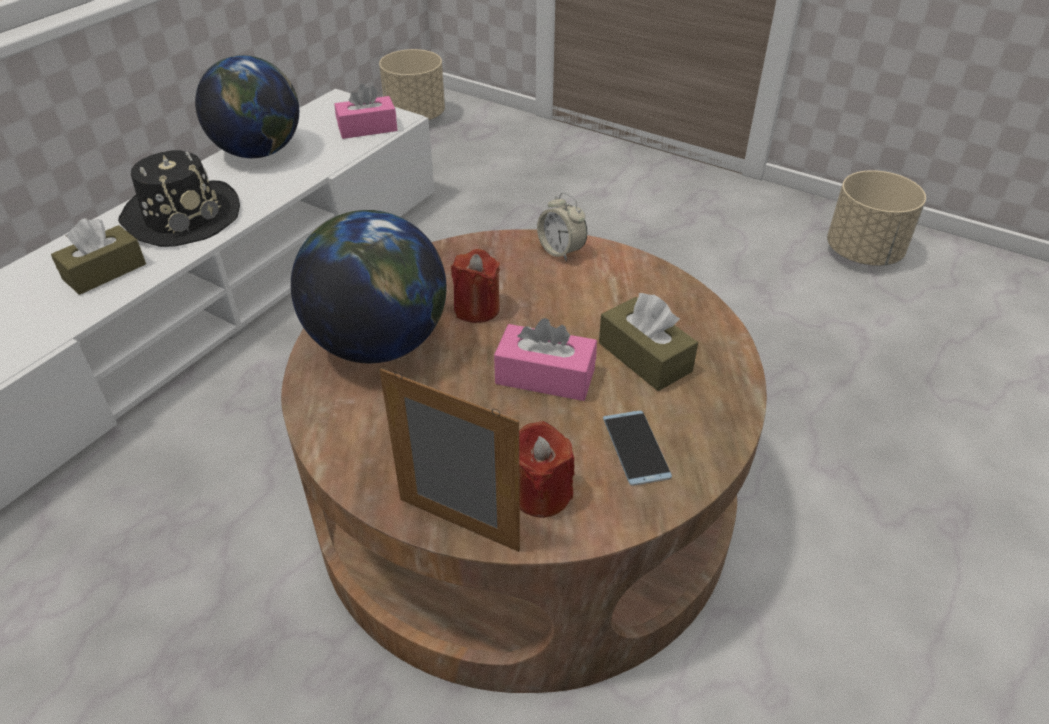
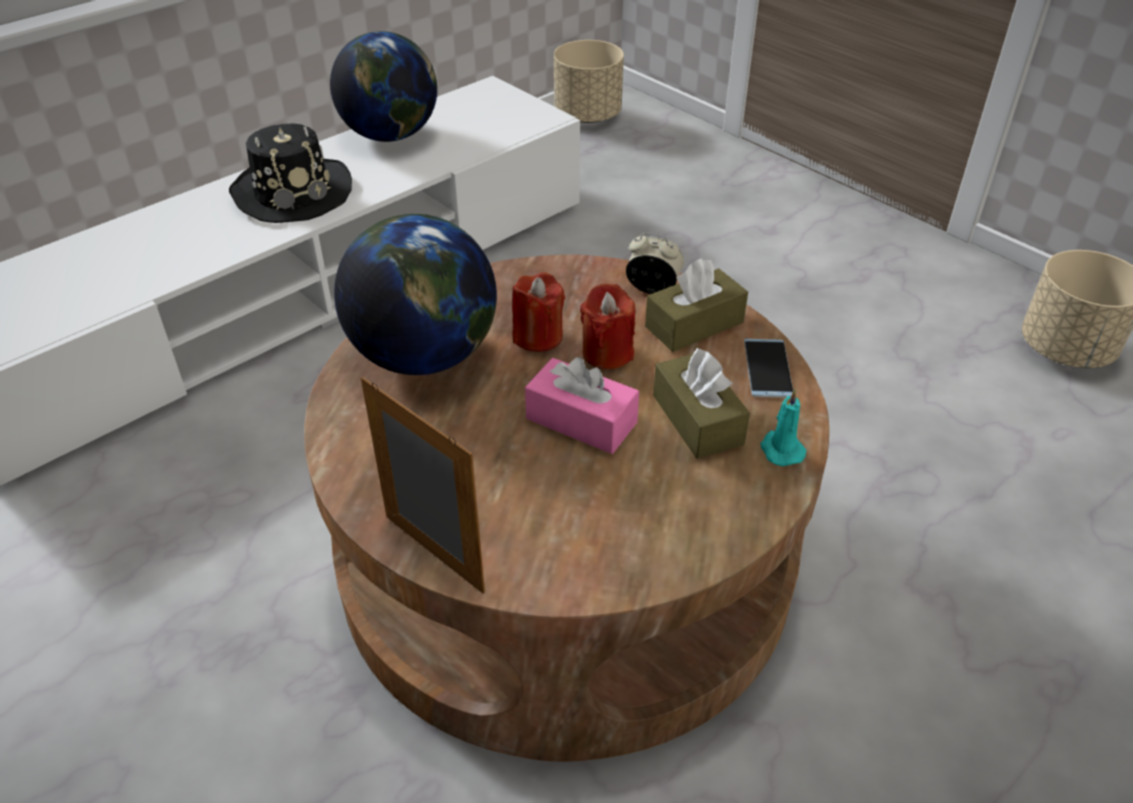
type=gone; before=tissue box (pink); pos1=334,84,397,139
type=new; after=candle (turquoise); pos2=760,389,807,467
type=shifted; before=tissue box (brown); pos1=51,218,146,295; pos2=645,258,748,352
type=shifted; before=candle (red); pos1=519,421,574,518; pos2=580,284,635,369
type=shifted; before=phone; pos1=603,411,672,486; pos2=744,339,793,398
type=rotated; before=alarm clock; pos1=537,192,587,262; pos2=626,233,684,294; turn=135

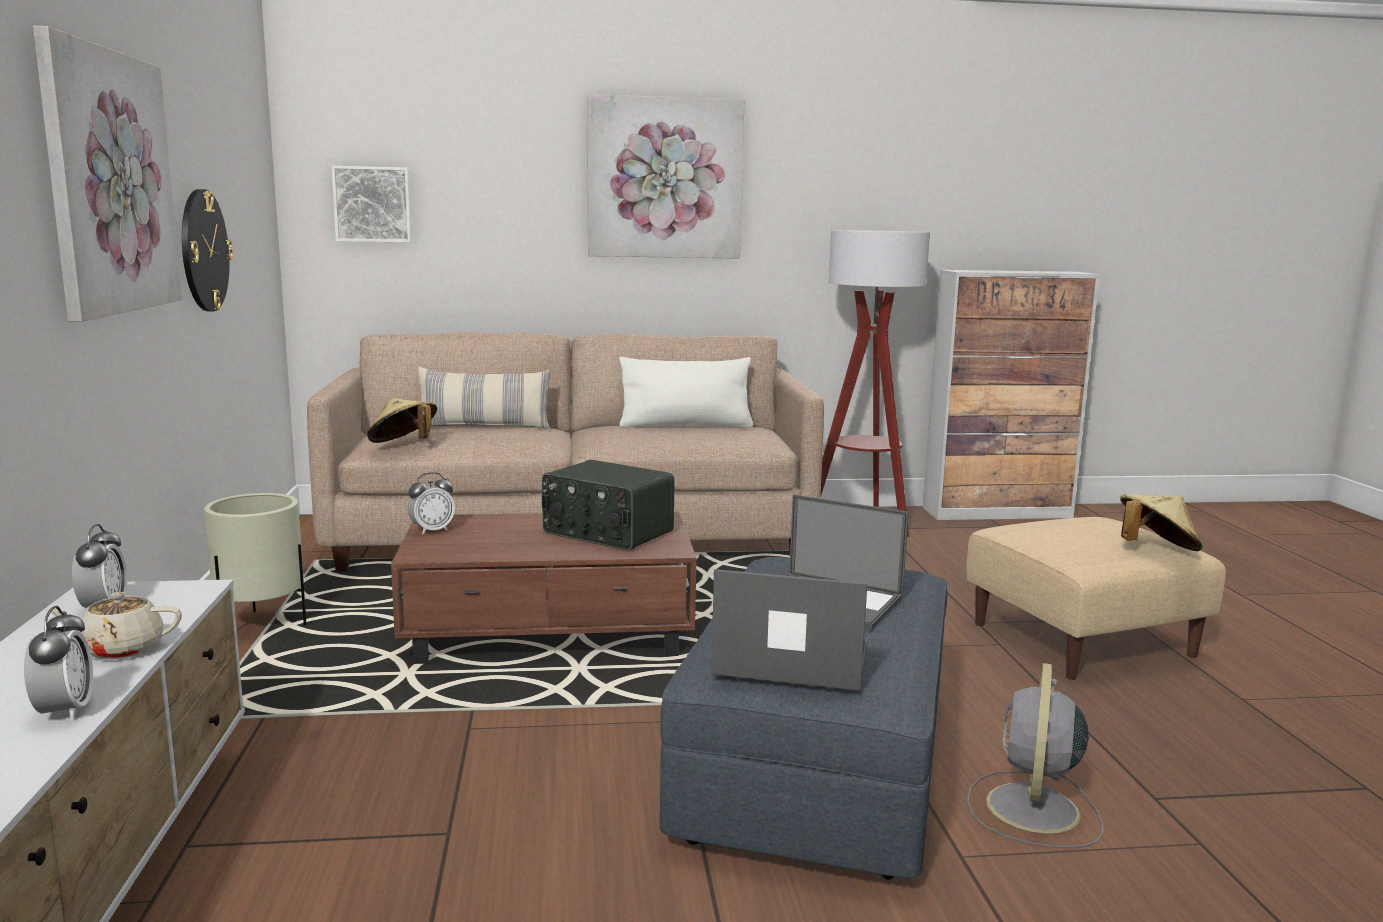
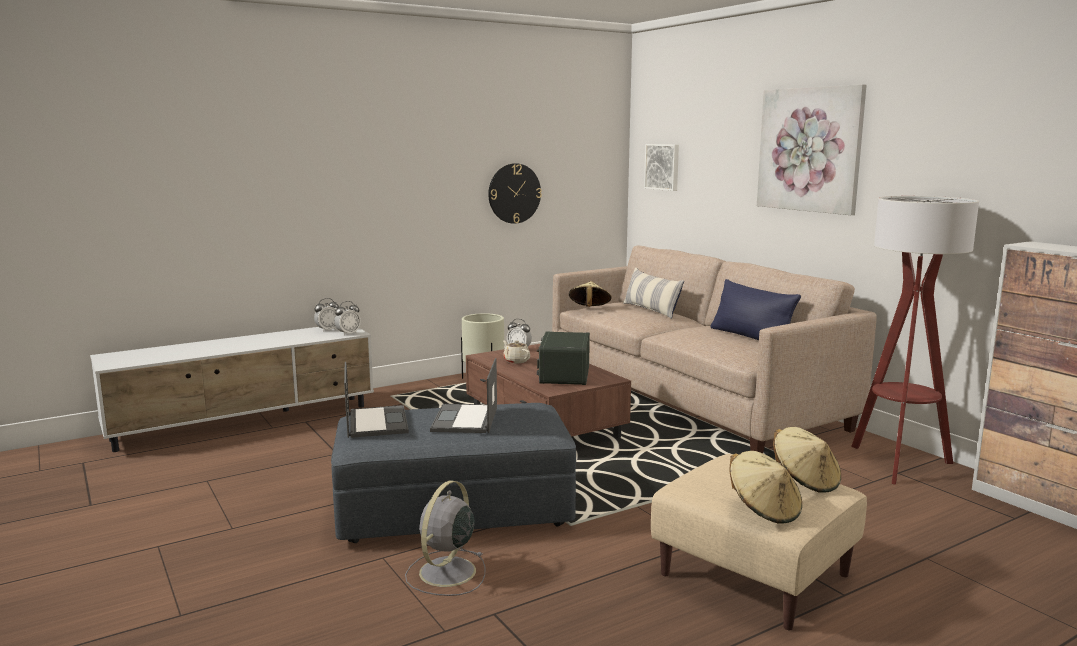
type=gone; before=picture; pos1=33,26,182,322
type=new; after=hat (beige); pos2=773,427,841,493
type=shifted; before=alarm clock; pos1=24,606,93,720; pos2=335,301,361,335
type=shifted; before=teapot (beige); pos1=46,592,182,659; pos2=503,340,530,363
type=repainted; before=pillow (white); after=pillow (blue); pos1=619,357,753,428; pos2=711,279,801,340
type=rotated; before=fan (grey); pos1=967,663,1104,848; pos2=405,481,485,596; turn=-60

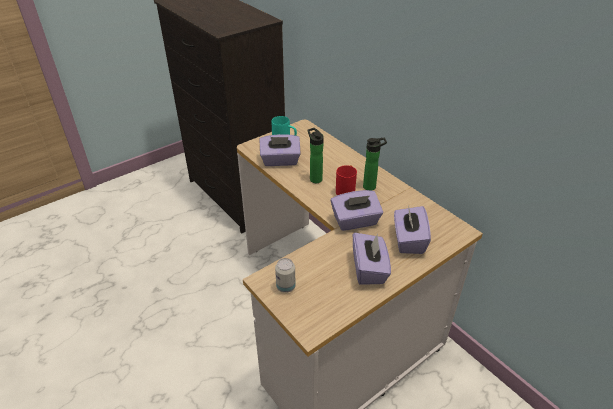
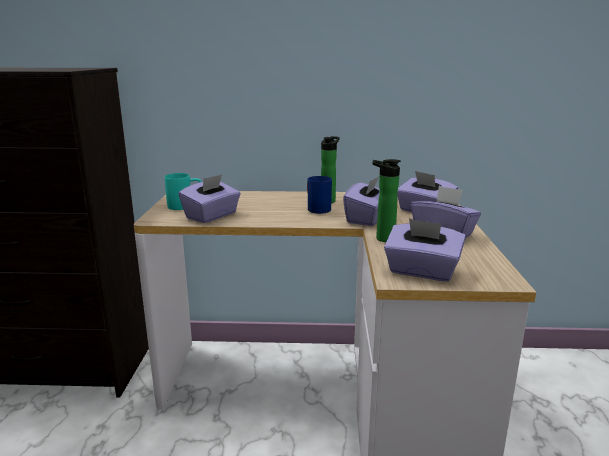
type=shifted; before=bottle; pos1=308,128,324,183; pos2=372,159,401,242
type=swapped; before=can; after=tissue box (purple); pos1=275,258,296,293; pos2=384,218,466,282
type=repainted; before=mug (red); after=mug (blue); pos1=336,165,357,195; pos2=307,176,332,214

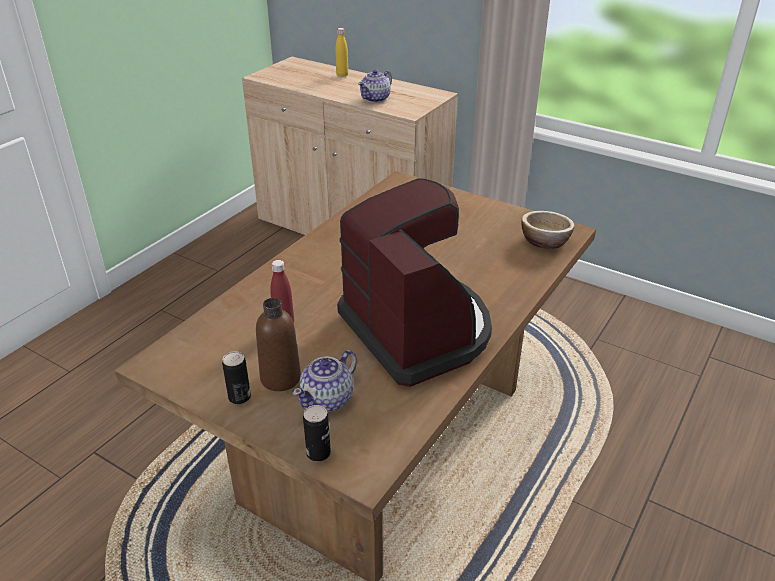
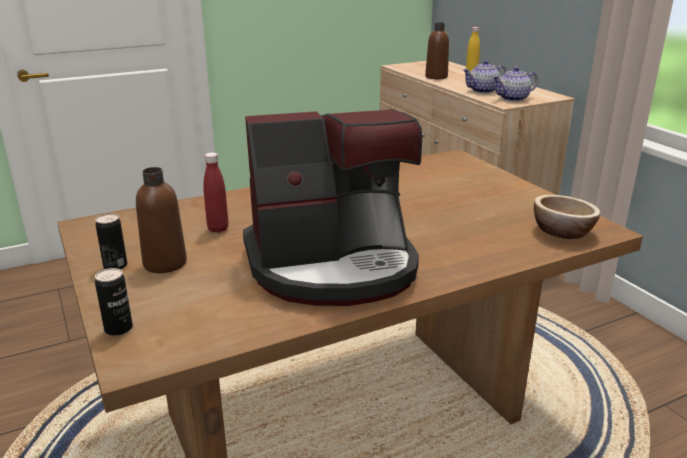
type=new; after=bottle (brown); pos2=425,22,449,79
type=shifted; before=teapot; pos1=292,350,357,412; pos2=492,67,538,101
type=rotated; before=coffee machine; pos1=337,178,492,387; pos2=243,109,422,306; turn=75

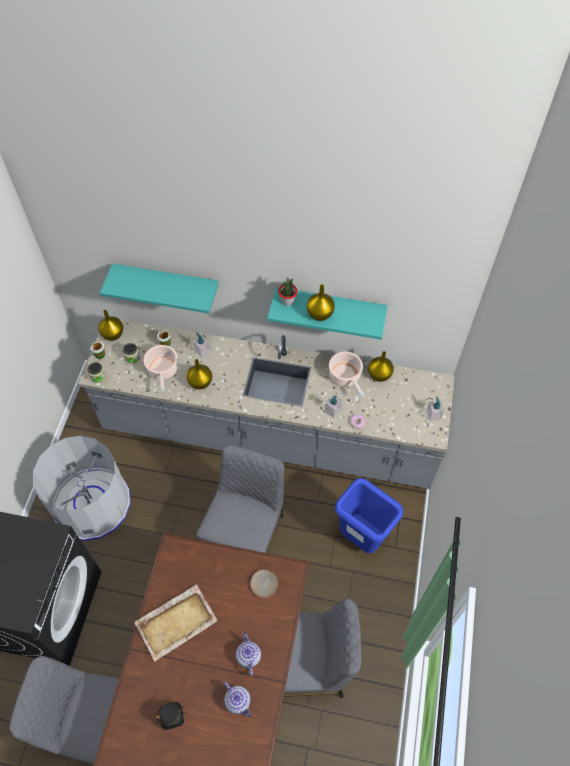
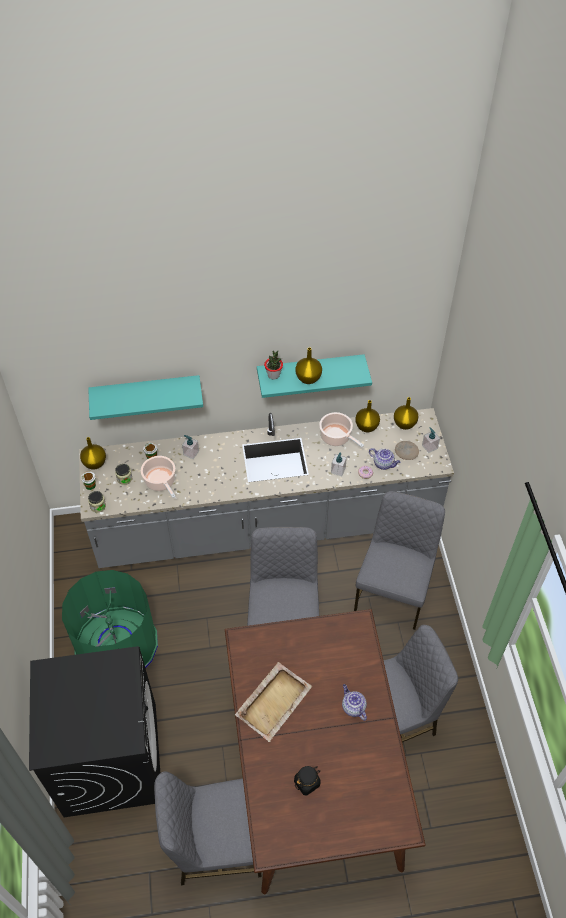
type=shifted; before=vase (yellow); pos1=187,359,212,389; pos2=394,397,418,430
type=shifted; before=teapot; pos1=224,681,251,717; pos2=369,448,401,470
type=shifted; before=plate (beige); pos1=250,570,278,597; pos2=395,441,419,460
type=swapped; before=trash can (blue); after=chair (grey); pos1=335,478,403,553; pos2=354,491,445,630
type=repainted; before=trash can (grey); after=trash can (green); pos1=33,436,131,541; pos2=62,570,158,668

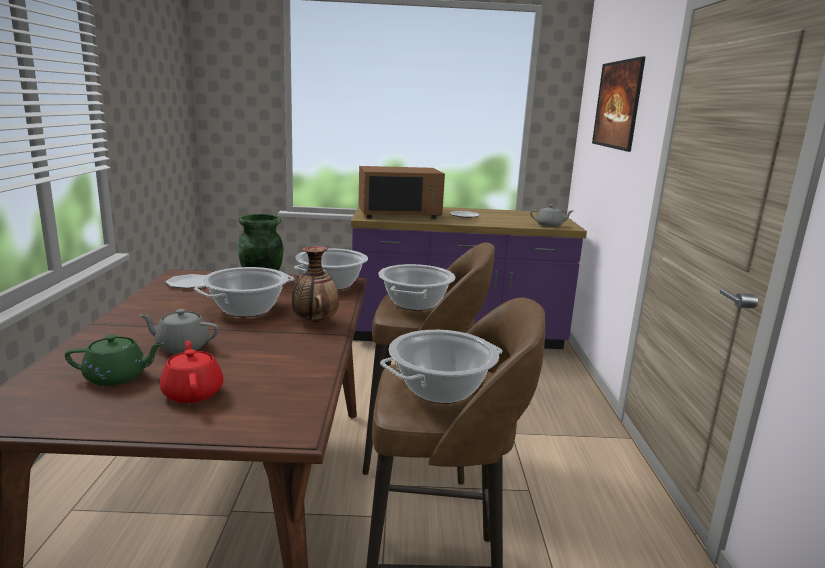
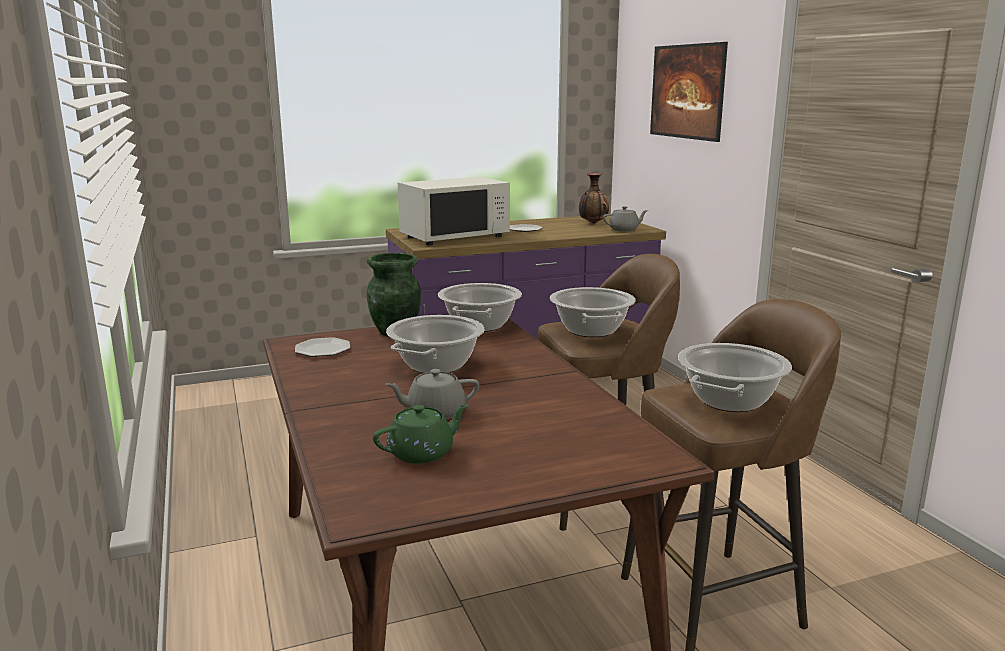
type=gone; before=teapot (red); pos1=160,340,223,403
type=shifted; before=vase; pos1=292,246,339,323; pos2=579,173,609,224
type=repainted; before=microwave (brown); after=microwave (white); pos1=358,166,445,219; pos2=398,177,510,246

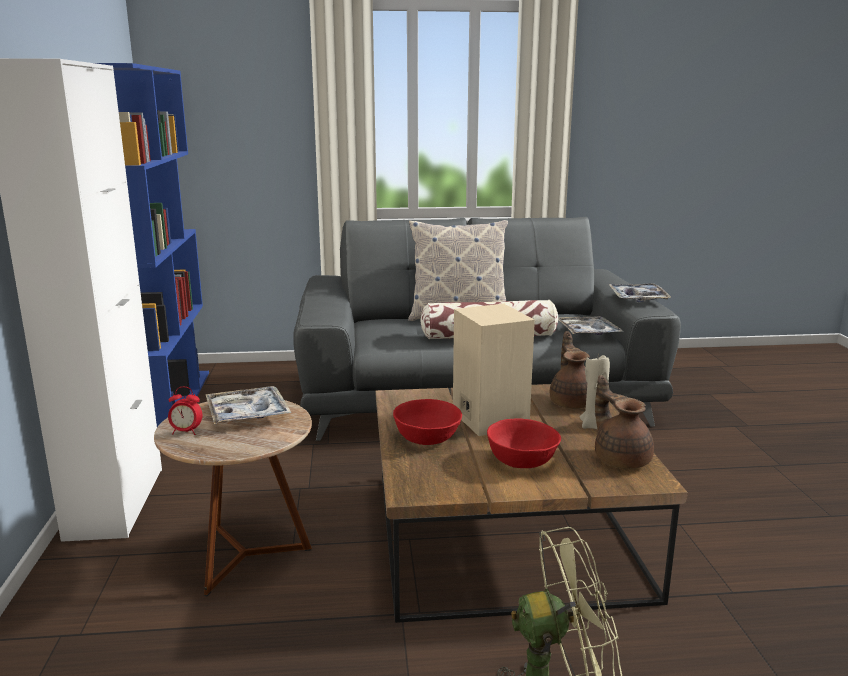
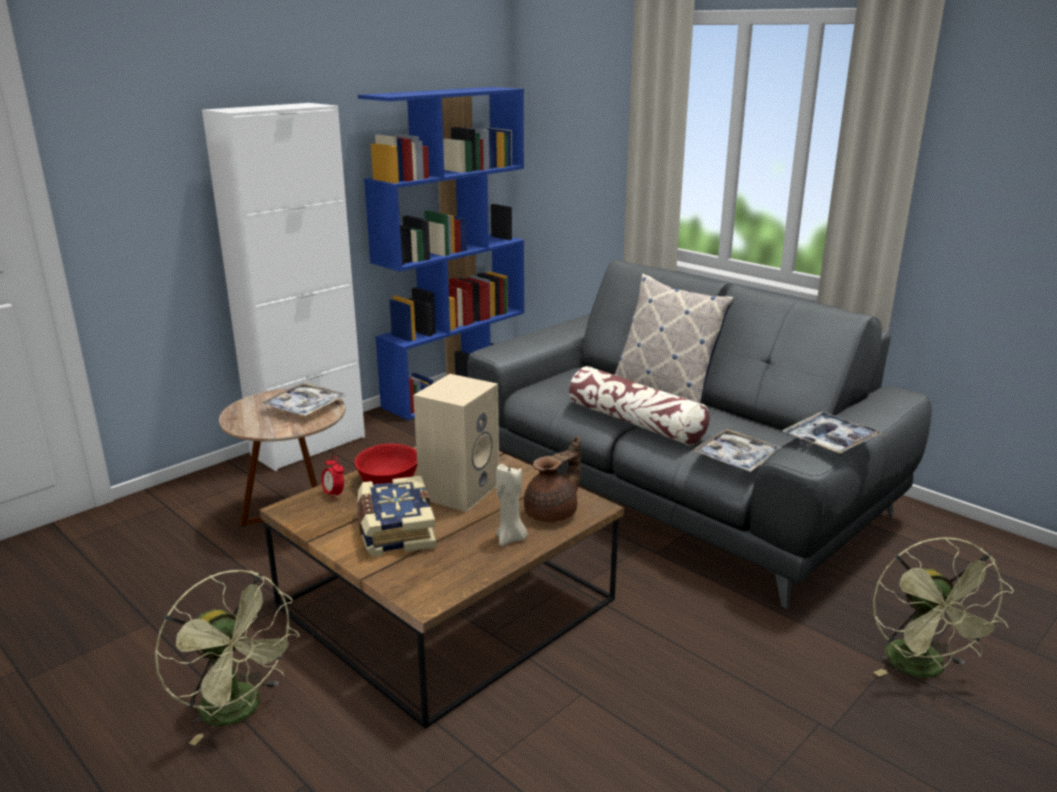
type=gone; before=teapot (brown); pos1=595,375,654,469
type=new; after=fan (green); pos2=873,537,1014,677
type=shifted; before=alarm clock; pos1=168,387,202,435; pos2=322,455,344,500
type=swapped; before=bowl (red); after=book; pos1=487,419,561,468; pos2=357,476,437,557

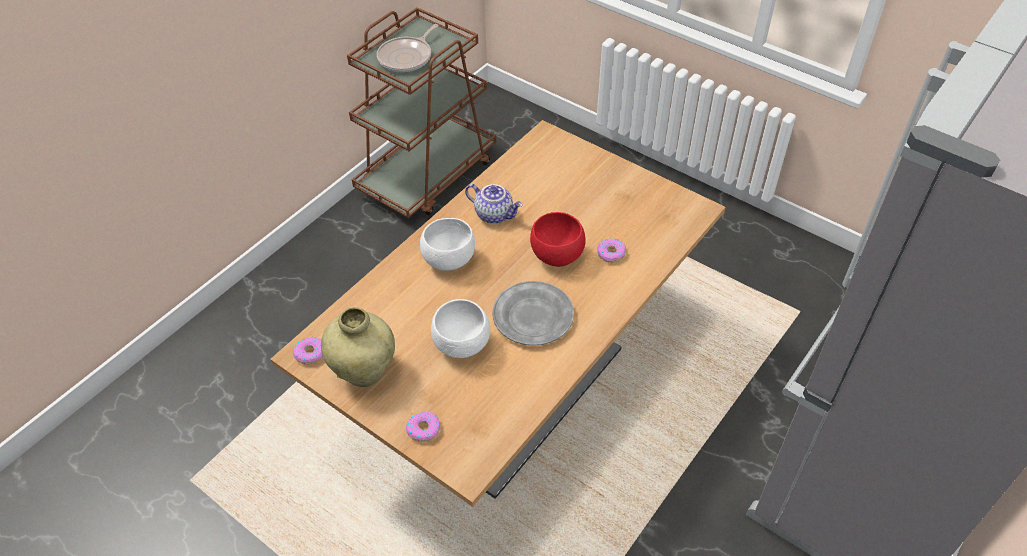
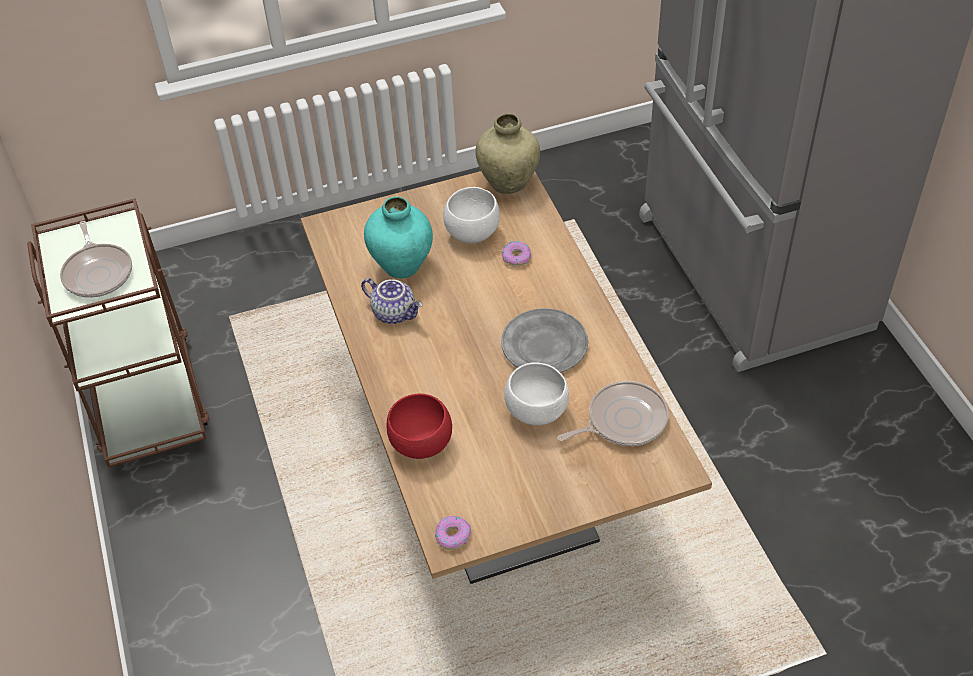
type=gone; before=donut; pos1=406,412,440,442
type=new; after=vase (turquoise); pos2=364,197,433,278
type=new; after=frying pan; pos2=557,381,669,446
type=shifted; before=vase (beige); pos1=321,307,395,387; pos2=476,114,540,194
type=shifted; before=bowl (white); pos1=420,218,475,271; pos2=443,187,500,244
type=shifted; before=bowl (red); pos1=530,212,586,267; pos2=386,394,452,459
type=rotated; before=teapot; pos1=465,184,523,224; pos2=361,278,423,324; turn=60

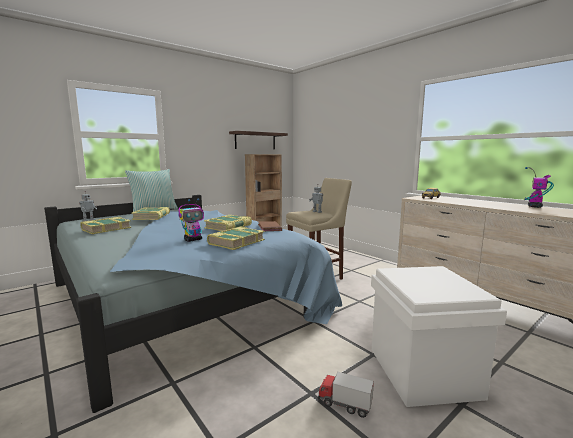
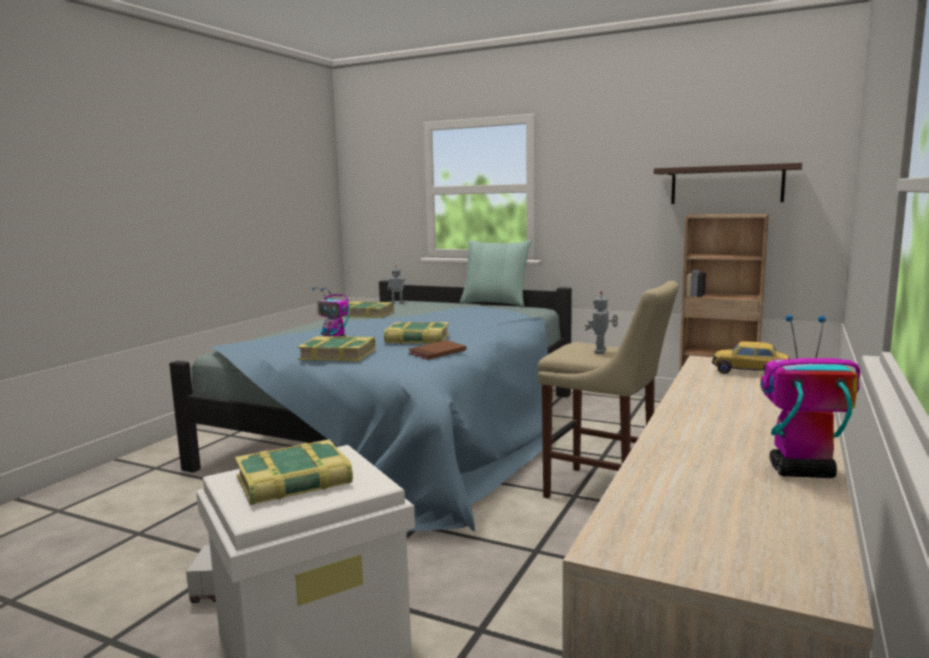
type=shifted; before=book; pos1=131,207,170,220; pos2=235,439,353,505

